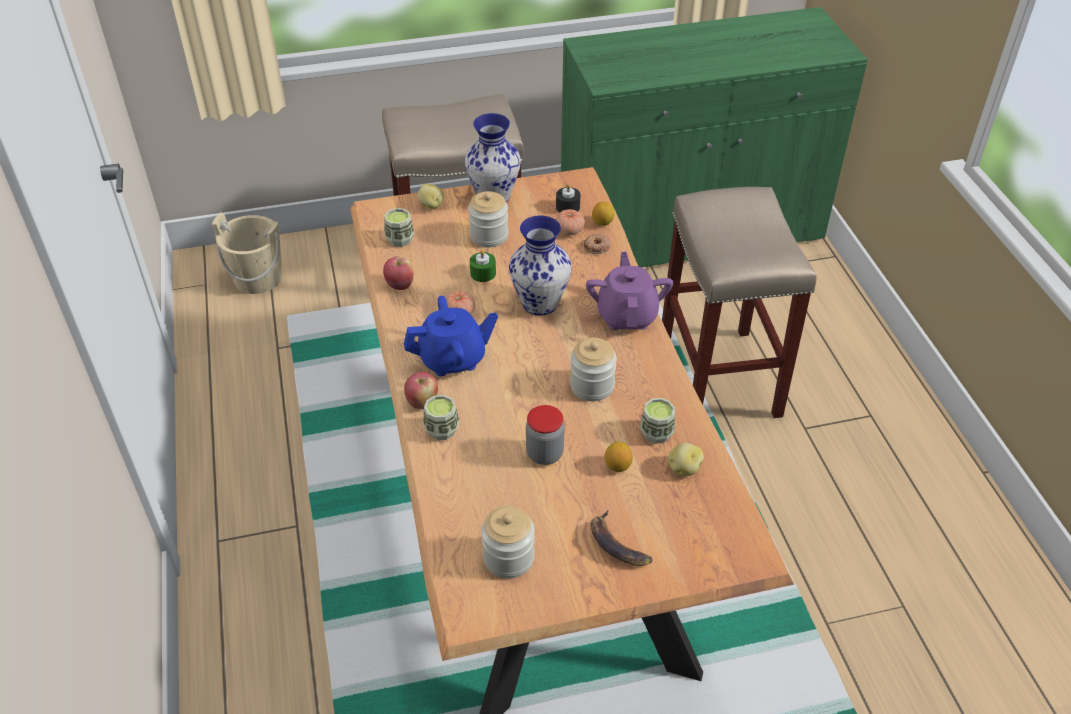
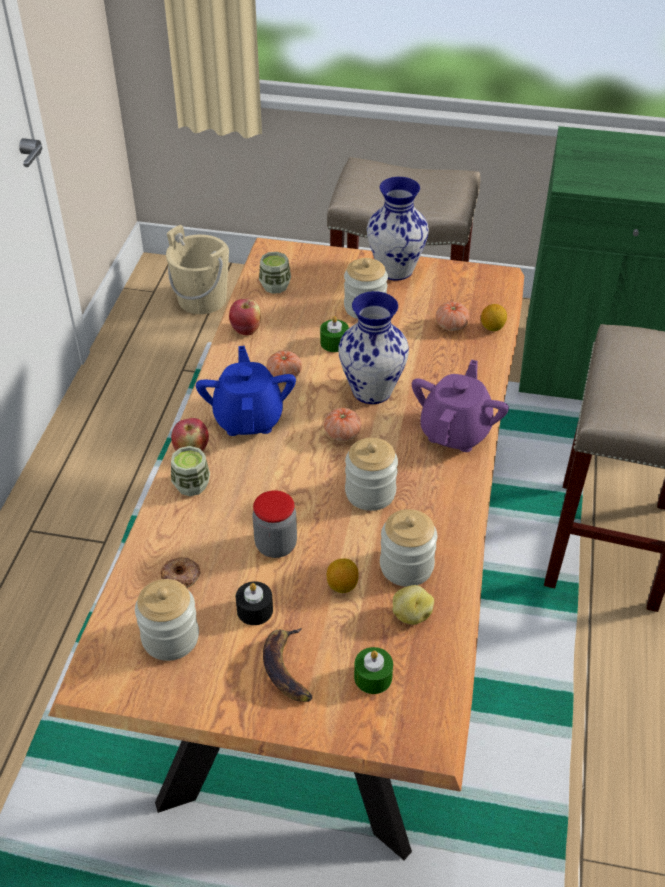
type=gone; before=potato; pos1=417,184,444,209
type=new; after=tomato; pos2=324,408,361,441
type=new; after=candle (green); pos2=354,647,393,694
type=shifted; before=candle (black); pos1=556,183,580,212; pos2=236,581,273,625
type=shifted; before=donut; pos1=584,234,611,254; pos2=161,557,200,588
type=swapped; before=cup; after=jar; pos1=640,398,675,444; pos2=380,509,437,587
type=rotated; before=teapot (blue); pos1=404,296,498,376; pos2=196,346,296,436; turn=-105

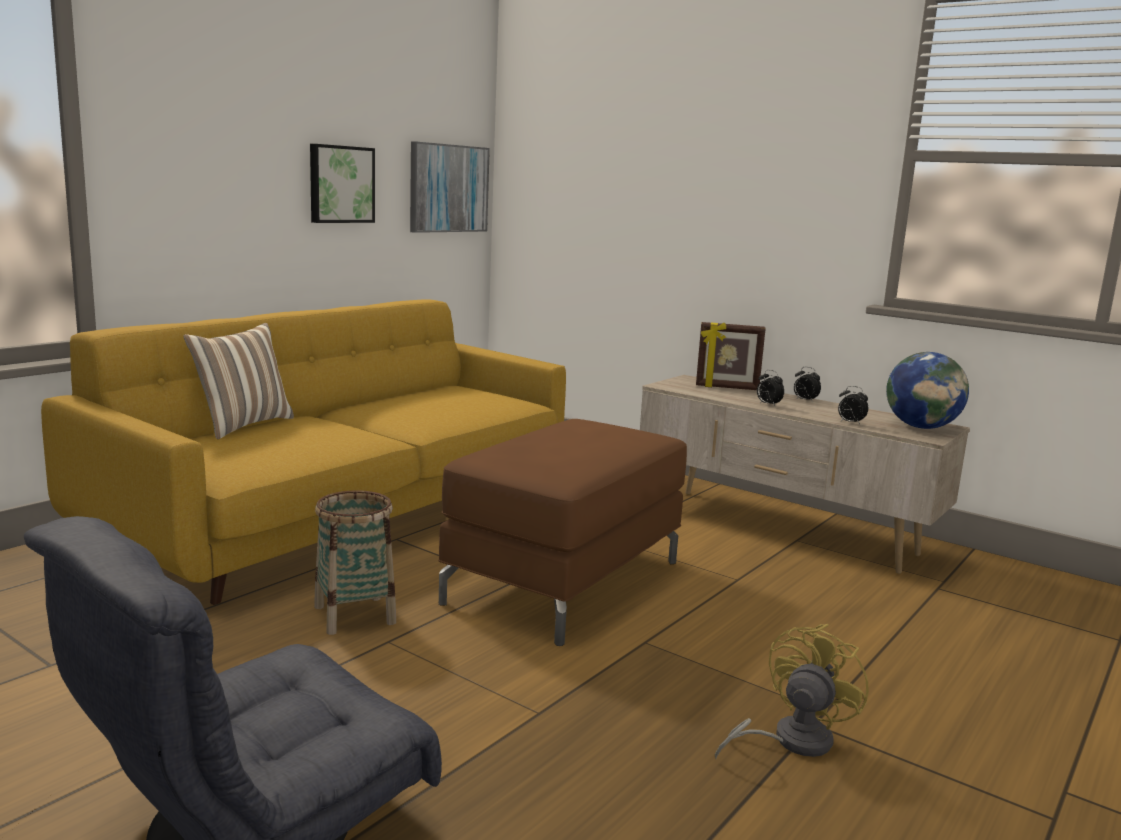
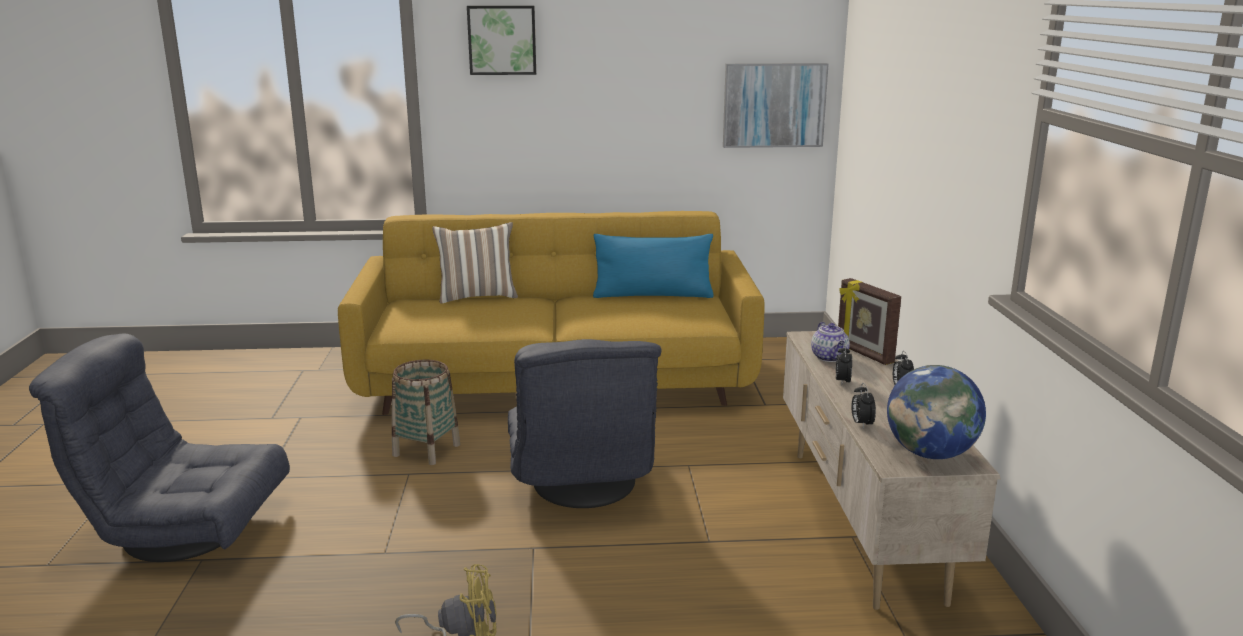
type=new; after=pillow (blue); pos2=593,234,714,298
type=new; after=teapot; pos2=811,322,850,362
type=shifted; before=picture; pos1=310,144,375,223; pos2=467,6,536,75
type=swapped; before=ottoman (brown); after=armchair (grey); pos1=438,419,687,646; pos2=508,339,661,508

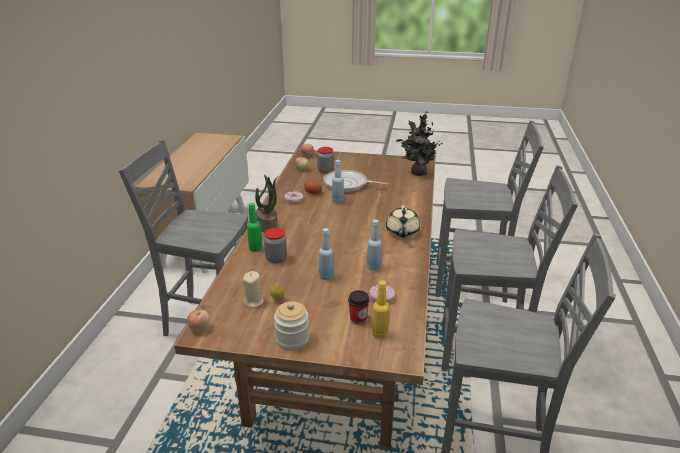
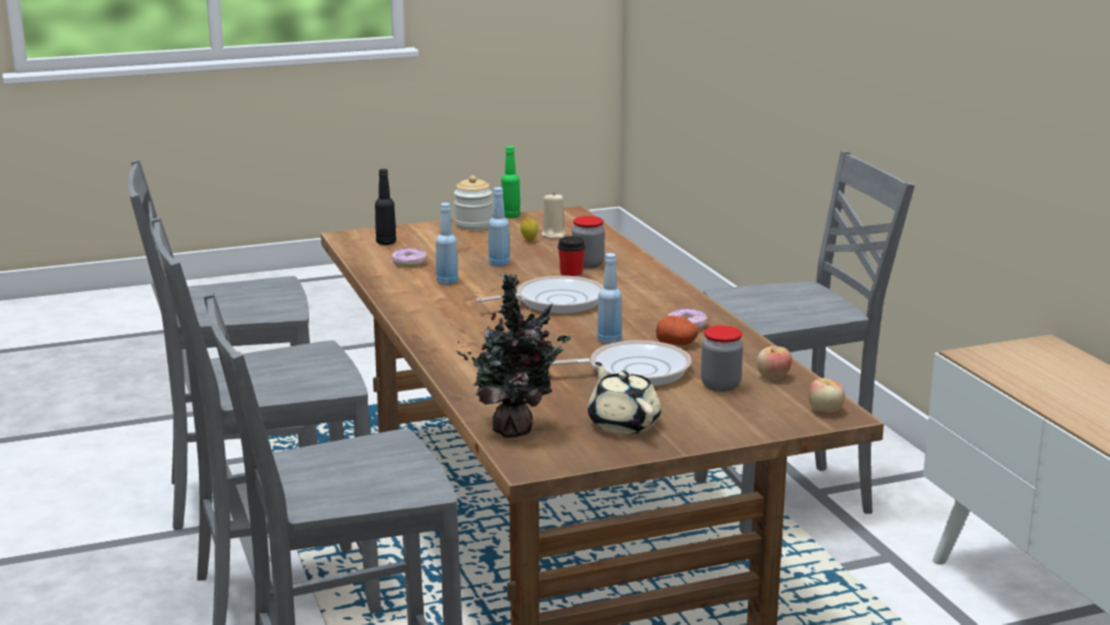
type=gone; before=apple; pos1=187,310,210,332
type=gone; before=potted plant; pos1=255,175,279,232
type=new; after=frying pan; pos2=476,276,604,313
type=shifted; before=bottle (green); pos1=247,203,262,252; pos2=501,146,520,218
type=shifted; before=cup; pos1=348,290,370,325; pos2=558,236,585,277
type=shifted; before=teapot (beige); pos1=386,205,420,238; pos2=588,362,661,435
type=repainted; before=bottle (yellow); after=bottle (black); pos1=372,280,390,339; pos2=375,169,396,245

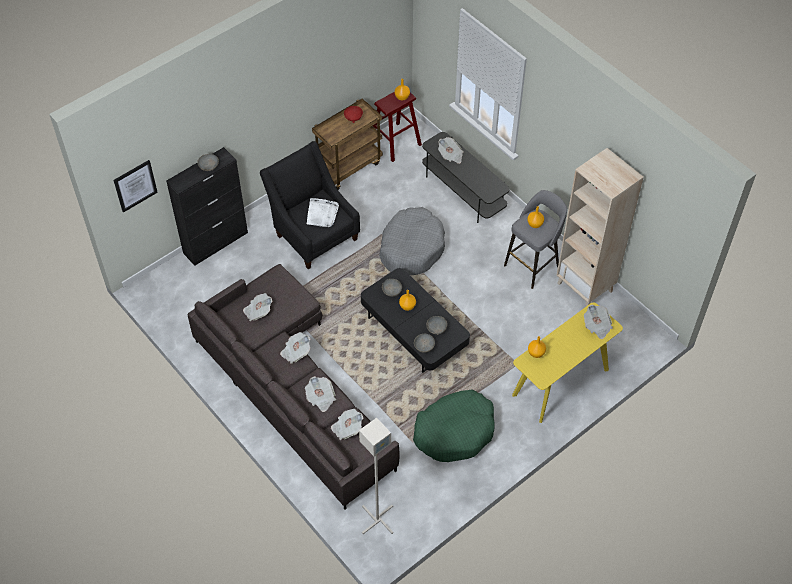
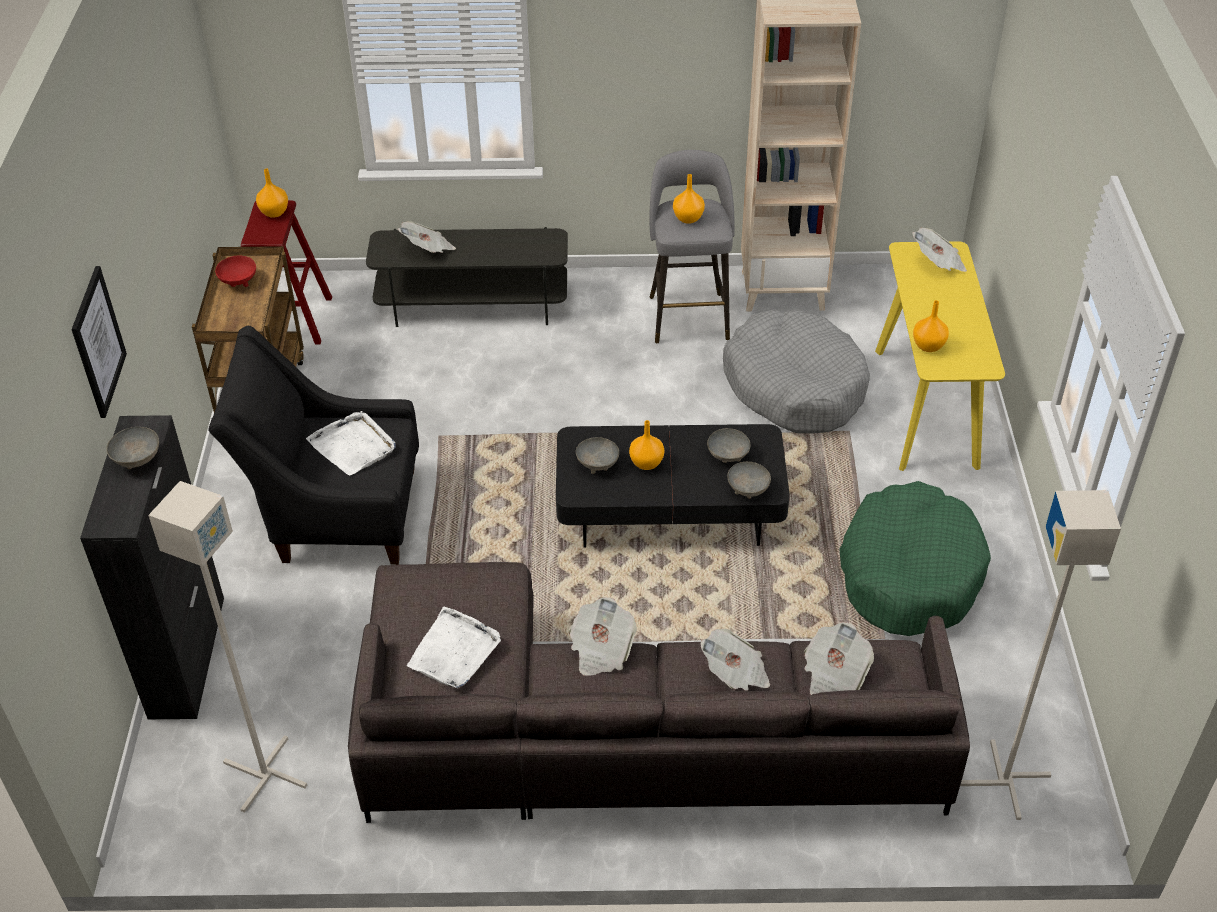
type=new; after=floor lamp (grey); pos2=148,481,307,813
type=shifted; before=picture; pos1=113,160,158,213; pos2=72,266,127,418
type=shifted; before=dog bed (grey); pos1=379,207,445,275; pos2=723,309,870,434
type=swapped; before=newspaper; after=tray (white); pos1=243,293,273,322; pos2=407,607,501,689

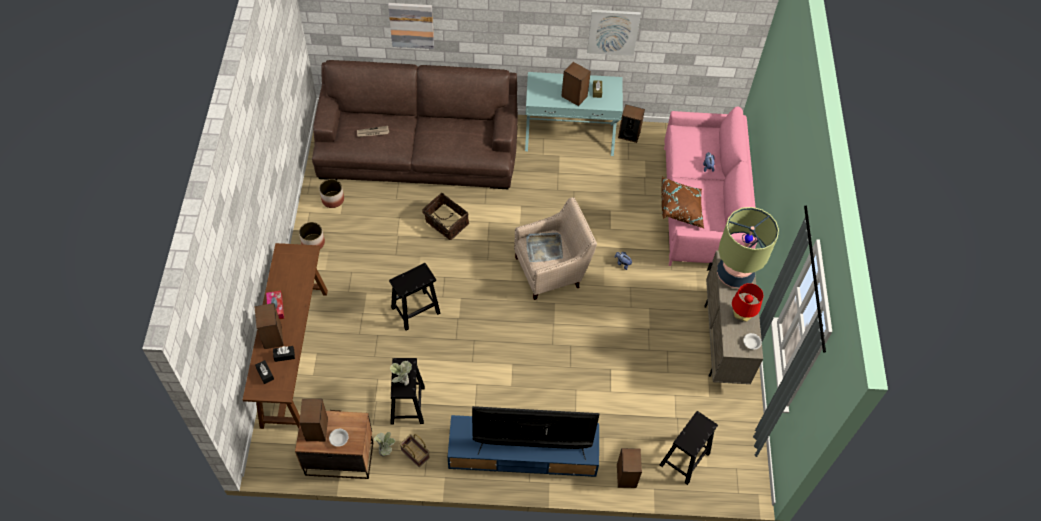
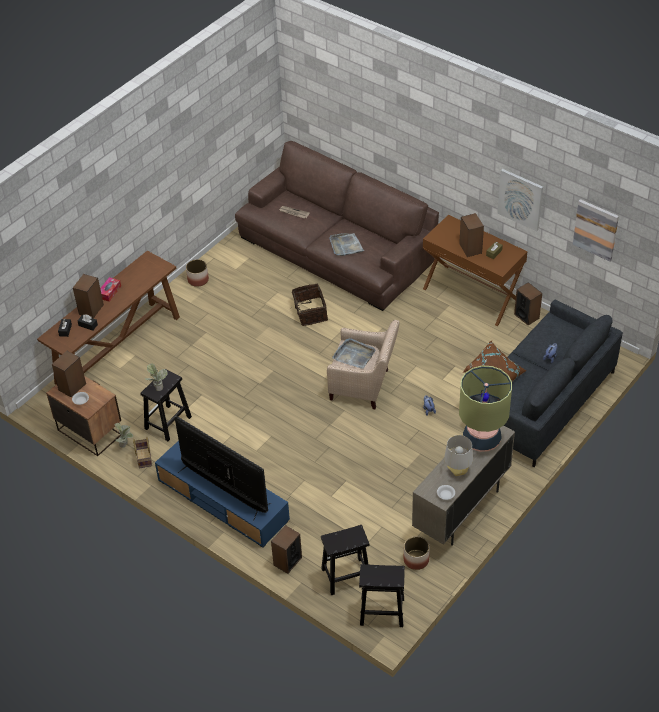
type=new; after=tray (grey); pos2=329,233,364,256
type=shifted; before=planter; pos1=319,179,344,208; pos2=404,536,430,570
type=shifted; before=picture; pos1=388,3,434,49; pos2=573,199,619,261
type=shifted; before=stool (black); pos1=389,263,440,330; pos2=359,564,405,627
type=repainted; before=console table (turquoise); after=console table (brown); pos1=525,72,623,156; pos2=423,215,528,326
type=repainted; before=sofa (pink); after=sofa (grey); pos1=664,106,757,266; pos2=471,300,623,467
type=repainted; before=table lamp (red); after=table lamp (grey); pos1=732,283,763,321; pos2=444,435,473,476

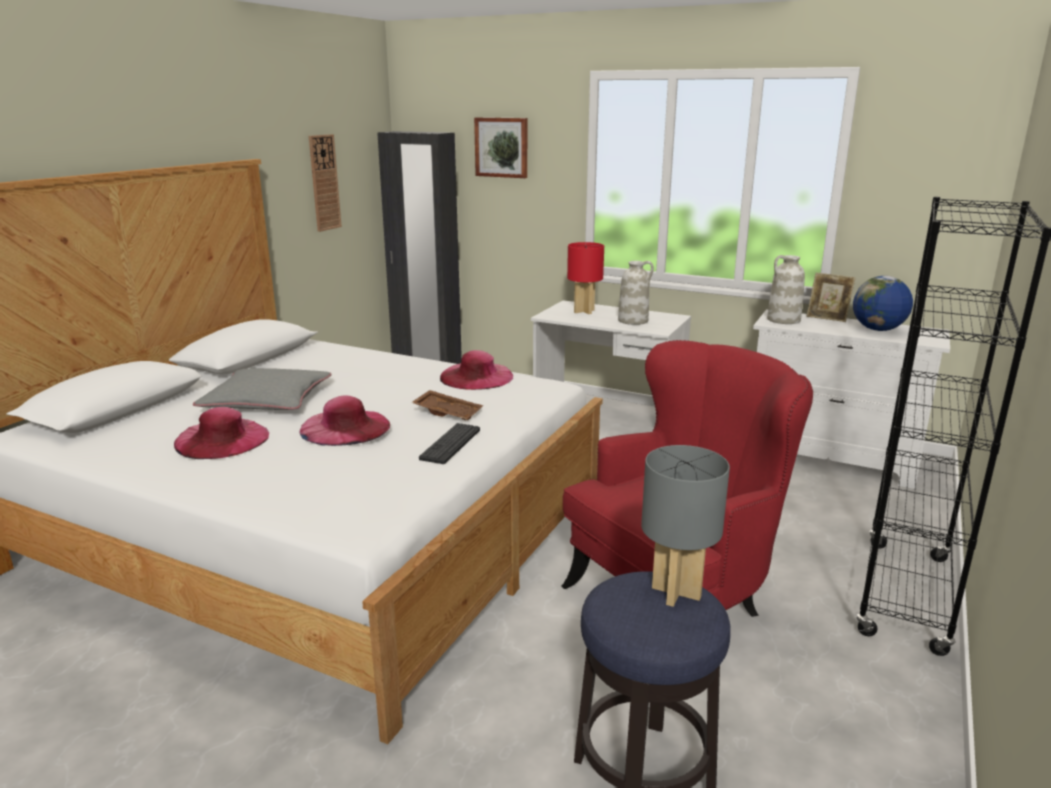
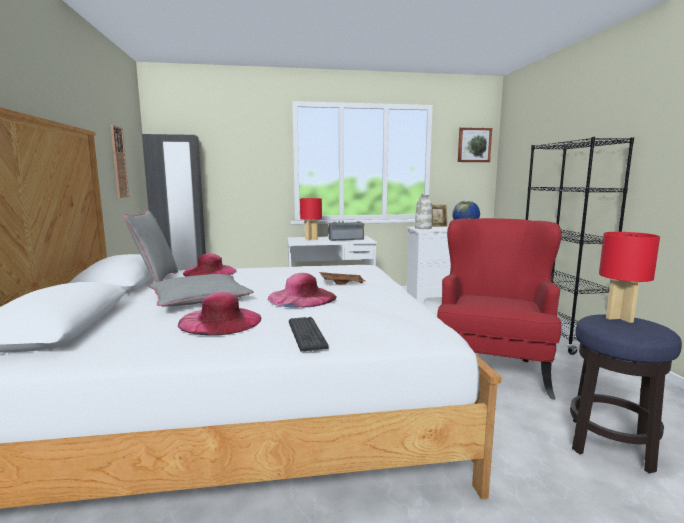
type=new; after=pillow (grey); pos2=124,209,178,282
type=shifted; before=keyboard; pos1=419,423,480,464; pos2=289,317,329,352
type=shifted; before=hat (pink); pos1=440,350,513,390; pos2=183,253,237,276
type=shifted; before=picture; pos1=474,117,528,178; pos2=458,127,492,162
type=swapped; before=vase (white); after=radio; pos1=618,261,654,325; pos2=328,221,364,241
type=repainted; before=table lamp (grey); after=table lamp (red); pos1=641,445,730,607; pos2=599,232,660,323

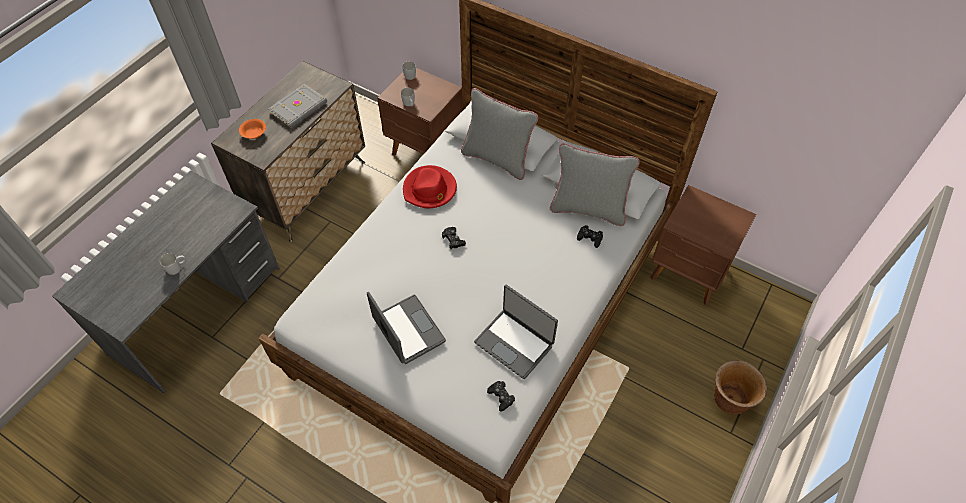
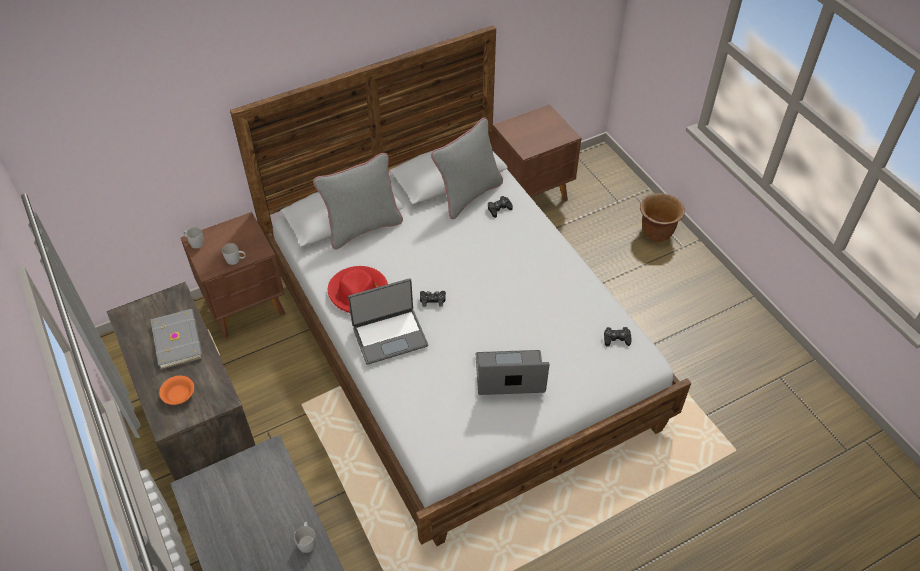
type=shifted; before=laptop; pos1=474,285,558,379; pos2=348,278,428,365

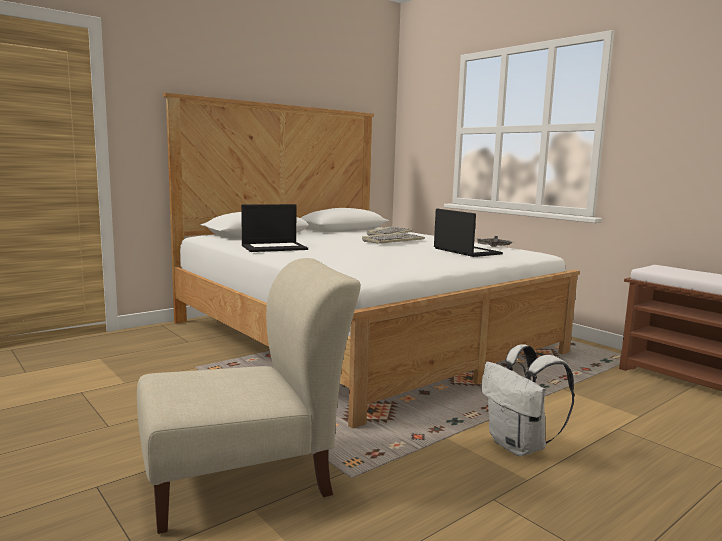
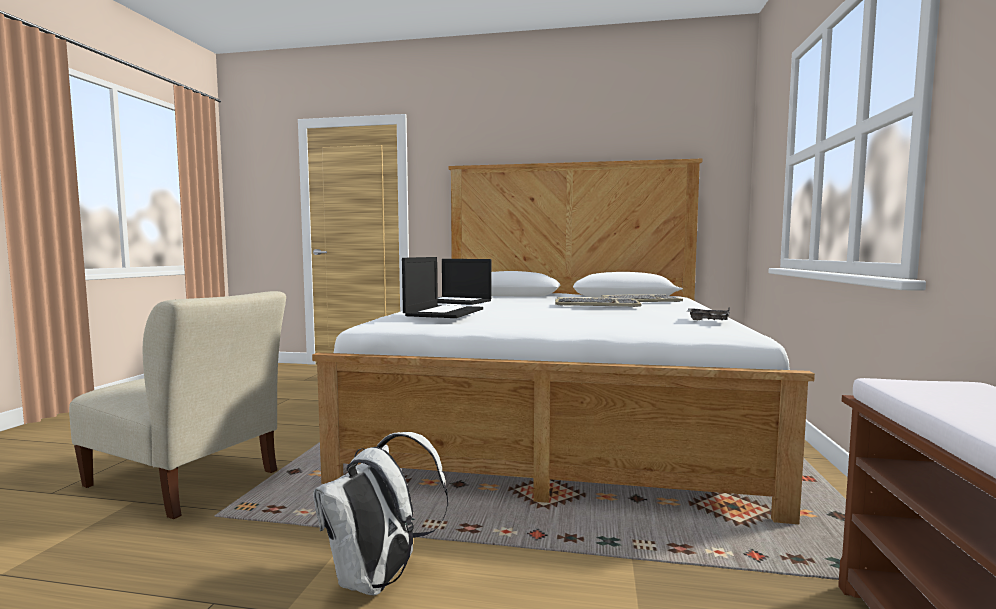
type=shifted; before=laptop; pos1=434,209,503,257; pos2=402,257,483,318

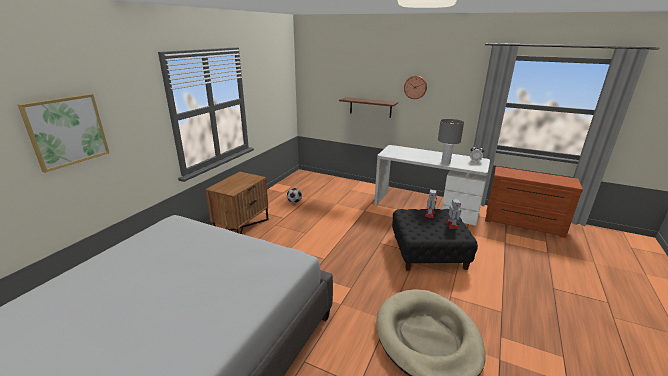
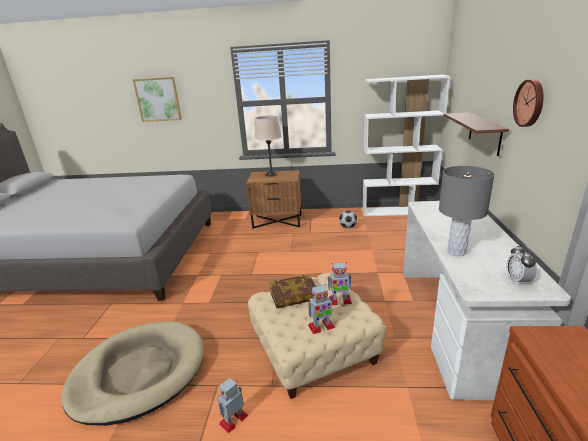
type=new; after=toy robot; pos2=217,378,248,434
type=new; after=table lamp (beige); pos2=254,115,282,176
type=new; after=book; pos2=268,274,316,308
type=new; after=bookcase (white); pos2=363,75,450,216
type=repainted; before=ottoman (black); after=ottoman (beige); pos1=392,209,478,270; pos2=248,273,386,399

